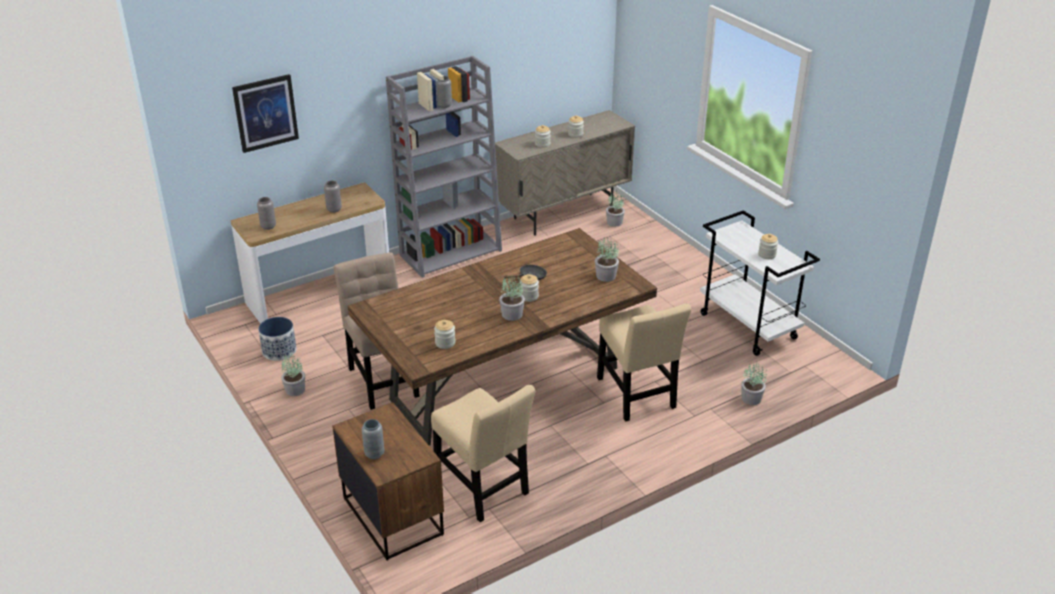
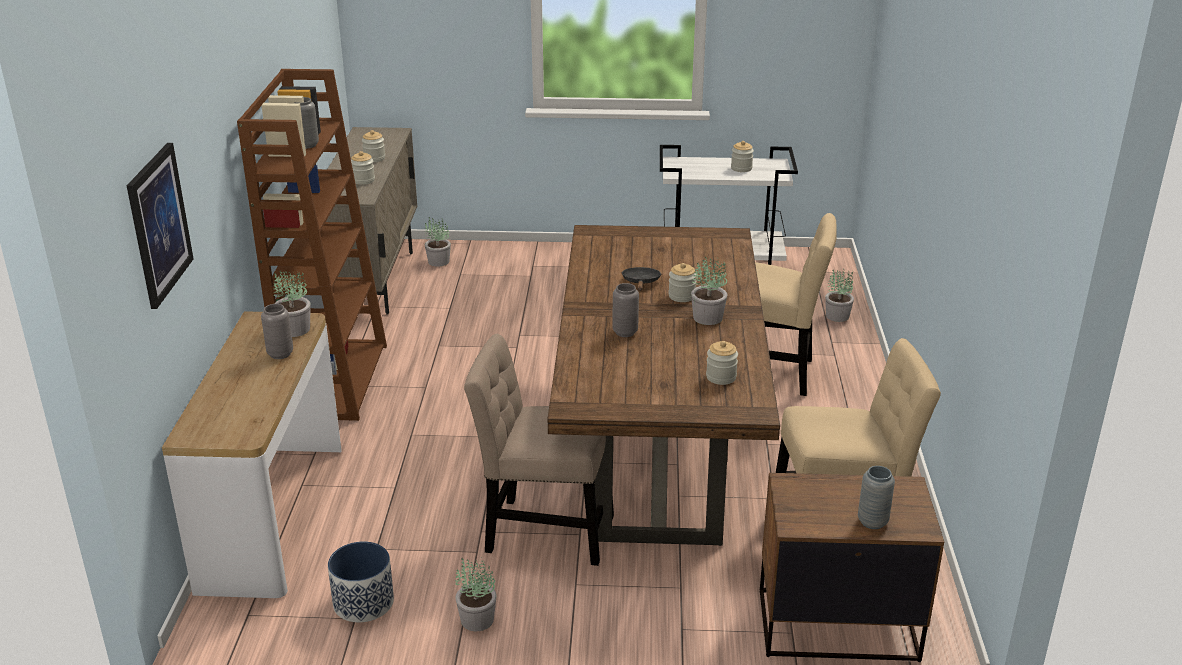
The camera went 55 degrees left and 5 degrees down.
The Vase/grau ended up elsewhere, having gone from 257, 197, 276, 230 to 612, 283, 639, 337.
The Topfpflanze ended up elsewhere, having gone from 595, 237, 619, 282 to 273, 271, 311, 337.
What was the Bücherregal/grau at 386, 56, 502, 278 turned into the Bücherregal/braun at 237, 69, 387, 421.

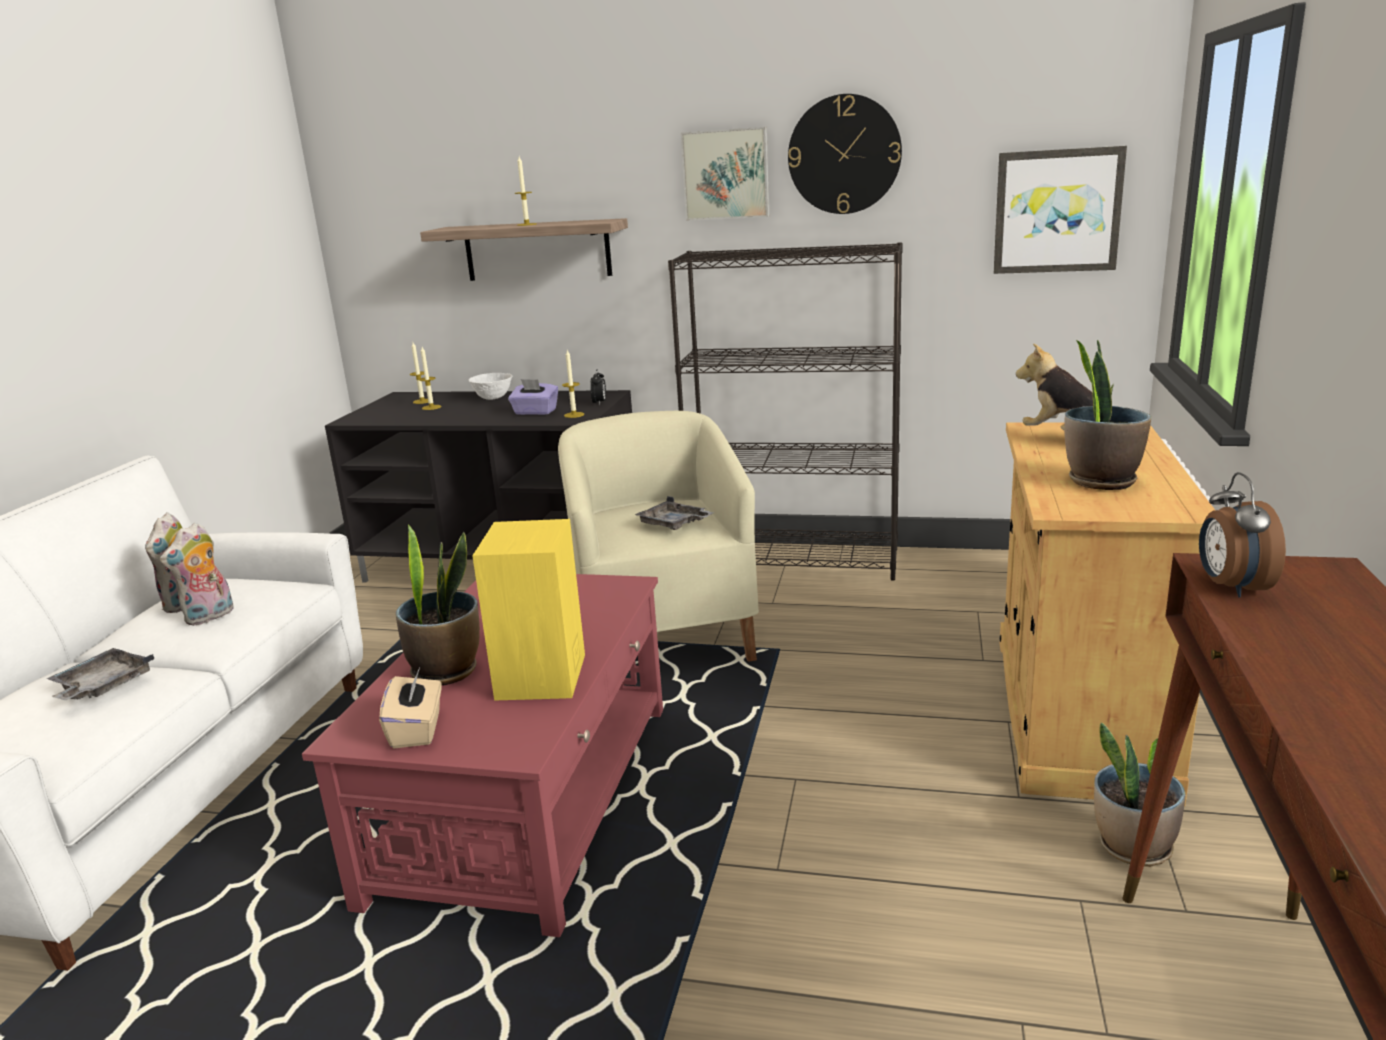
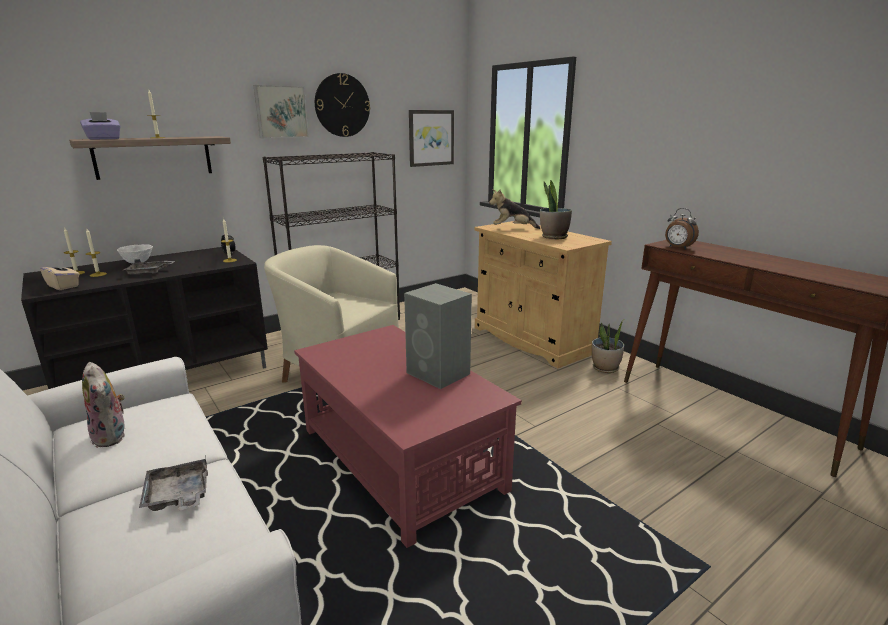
The camera went 50 degrees left and 0 degrees up.
The second view lost the Plüschtier at 160, 523, 234, 626.
The second view lost the Topfpflanze at 396, 525, 480, 686.
The Taschentuchbox/beige ended up elsewhere, having gone from 379, 668, 442, 748 to 40, 258, 79, 290.
The Taschentuchbox/lila ended up elsewhere, having gone from 508, 379, 558, 415 to 80, 112, 121, 140.
The Tablett/grau ended up elsewhere, having gone from 635, 496, 714, 530 to 123, 259, 175, 274.
What was the Lautsprecher/gelb at 472, 519, 585, 701 turned into the Lautsprecher/grau at 404, 283, 472, 389.

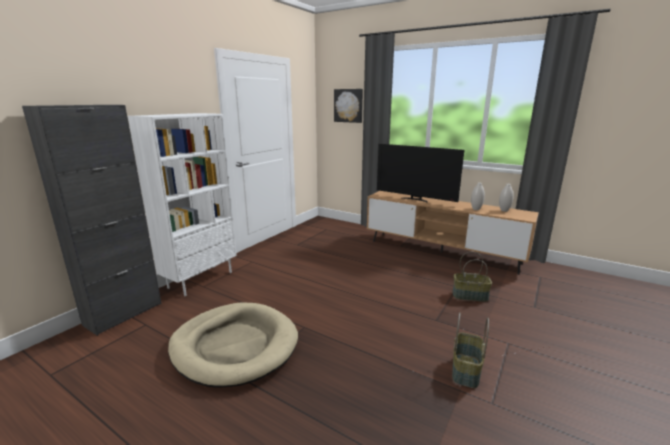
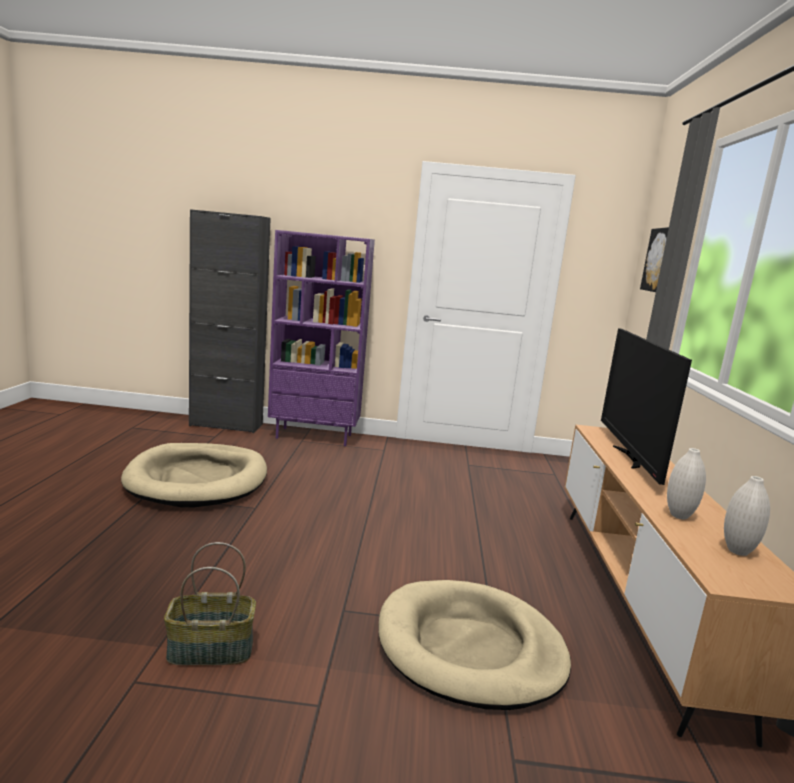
The camera went 60 degrees right and 5 degrees down.
Where the Korb stood at 452, 251, 492, 302, the Hundebett/beige came to stand at 379, 580, 571, 710.
What was the Bücherregal/weiß at 128, 113, 237, 296 turned into the Bücherregal/lila at 268, 230, 375, 446.

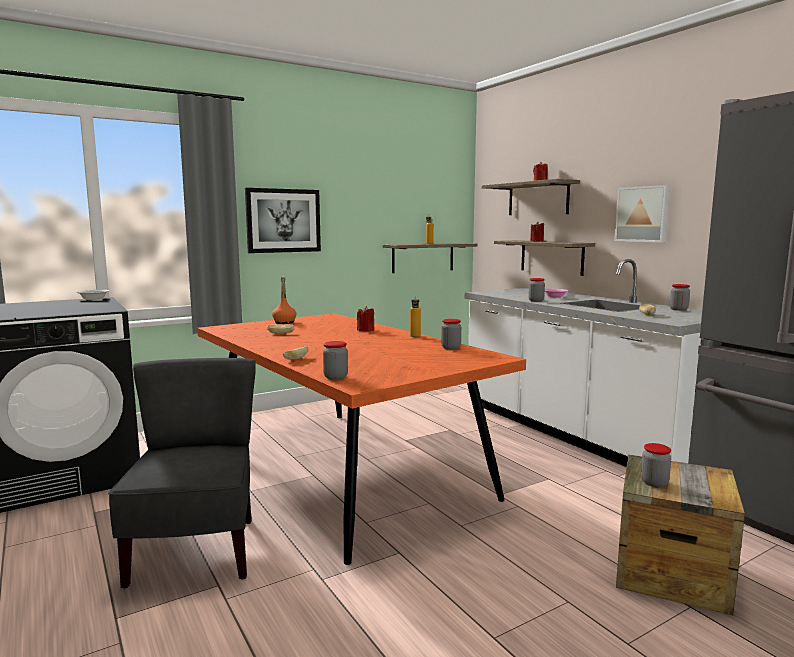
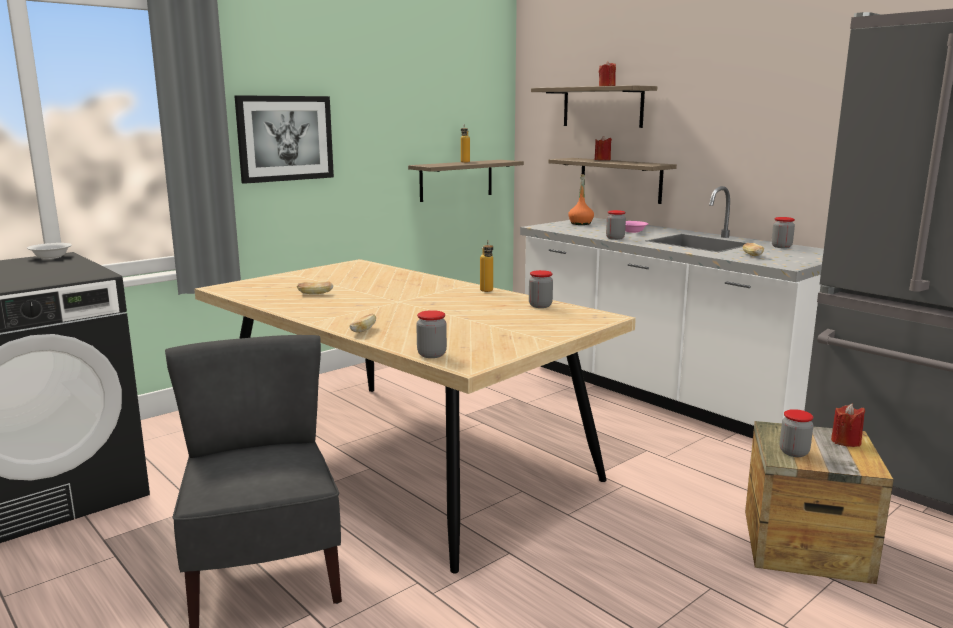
The camera went 10 degrees left and 5 degrees up.
The second view lost the Bild at 614, 185, 671, 242.
The Flasche/orange ended up elsewhere, having gone from 272, 277, 296, 324 to 568, 174, 594, 225.
The Kerze/rot ended up elsewhere, having gone from 357, 306, 374, 332 to 831, 404, 865, 447.
What was the Esstisch/orange at 197, 313, 526, 565 turned into the Esstisch/beige at 194, 259, 636, 573.

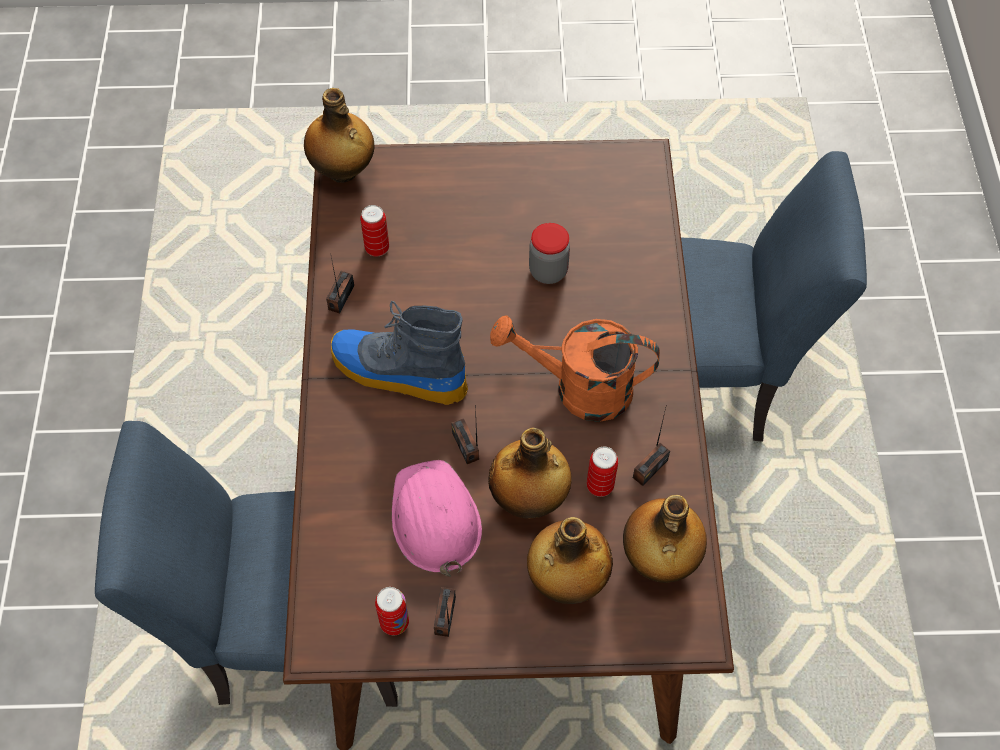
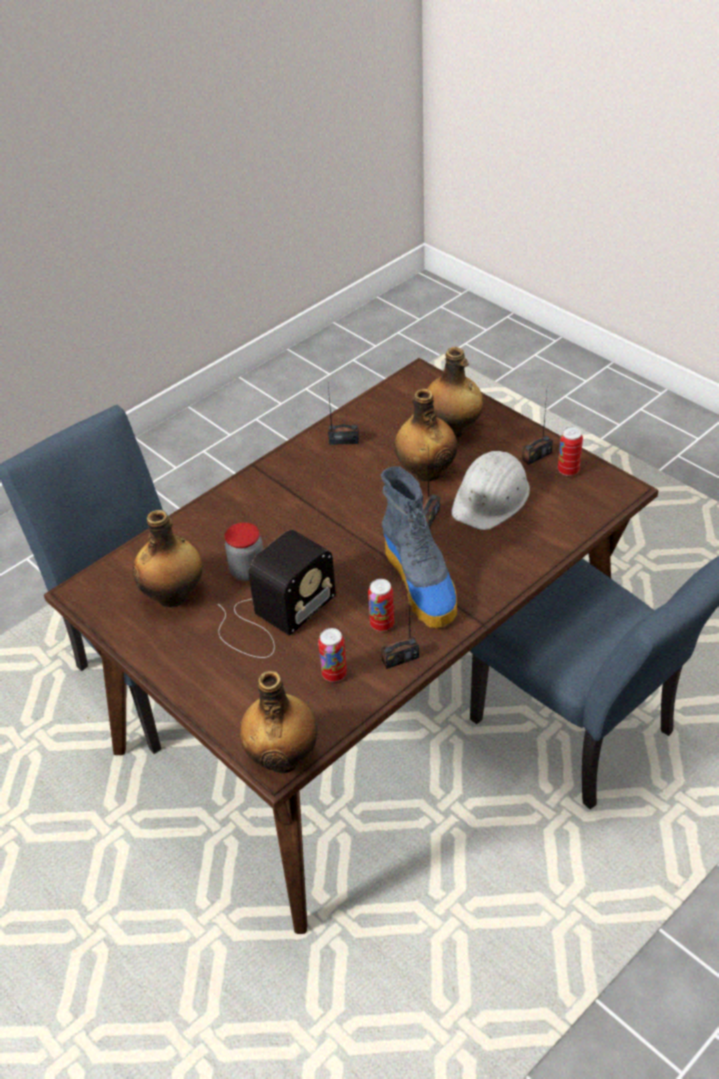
The camera went 130 degrees left and 15 degrees down.
The second view lost the Gießkanne/orange at 490, 315, 660, 422.
The second view gained the Radio at 218, 530, 336, 658.
The Dose ended up elsewhere, having gone from 587, 447, 618, 497 to 368, 579, 394, 631.
The Flasche ended up elsewhere, having gone from 623, 495, 707, 583 to 133, 510, 203, 607.
What was the Schutzhelm/rosa at 392, 460, 482, 577 turned into the Schutzhelm/weiß at 451, 451, 530, 530.

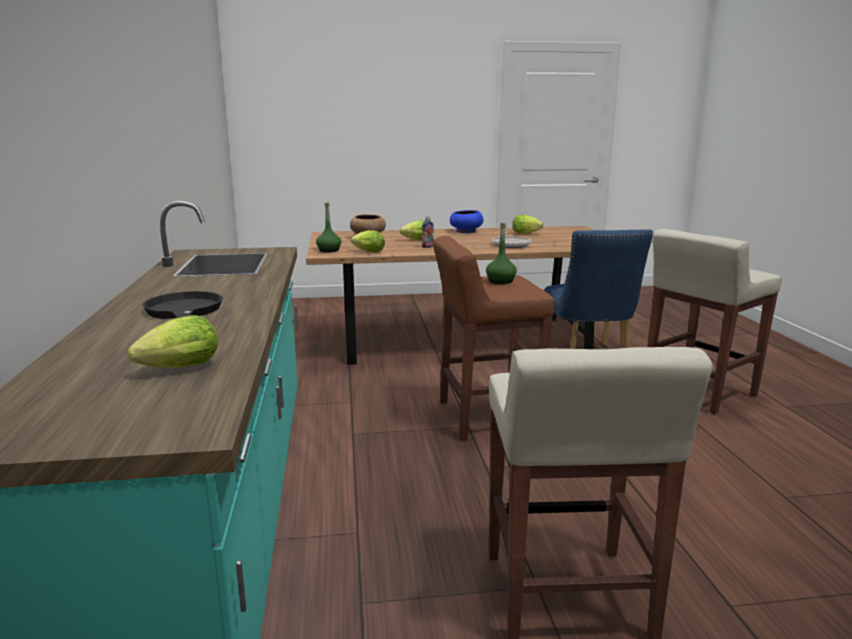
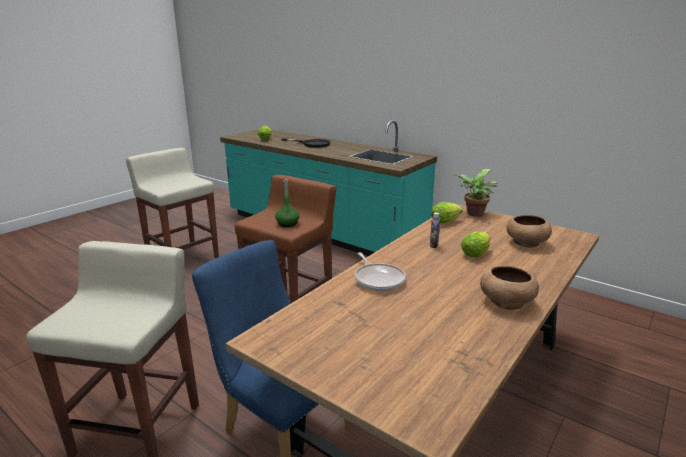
The camera went 135 degrees right and 5 degrees up.
The second view lost the Salatkopf at 512, 215, 543, 234.
Where the Flasche/grün stood at 316, 202, 341, 252, the Topfpflanze came to stand at 455, 169, 497, 217.
What was the Schüssel/blau at 450, 210, 484, 233 turned into the Schüssel/braun at 480, 265, 539, 310.

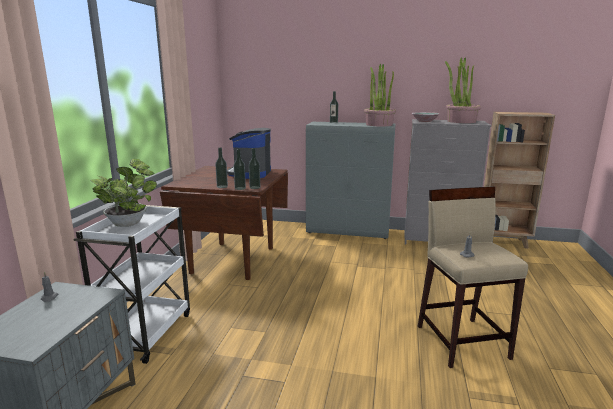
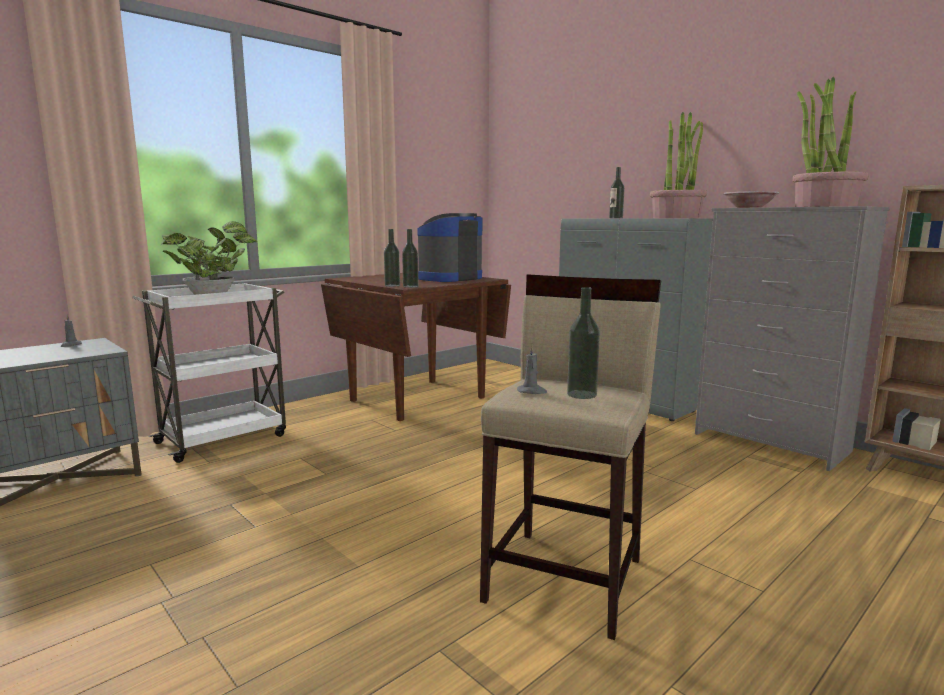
The camera went 35 degrees right and 5 degrees down.
The Flasche ended up elsewhere, having gone from 215, 147, 228, 188 to 567, 287, 600, 399.

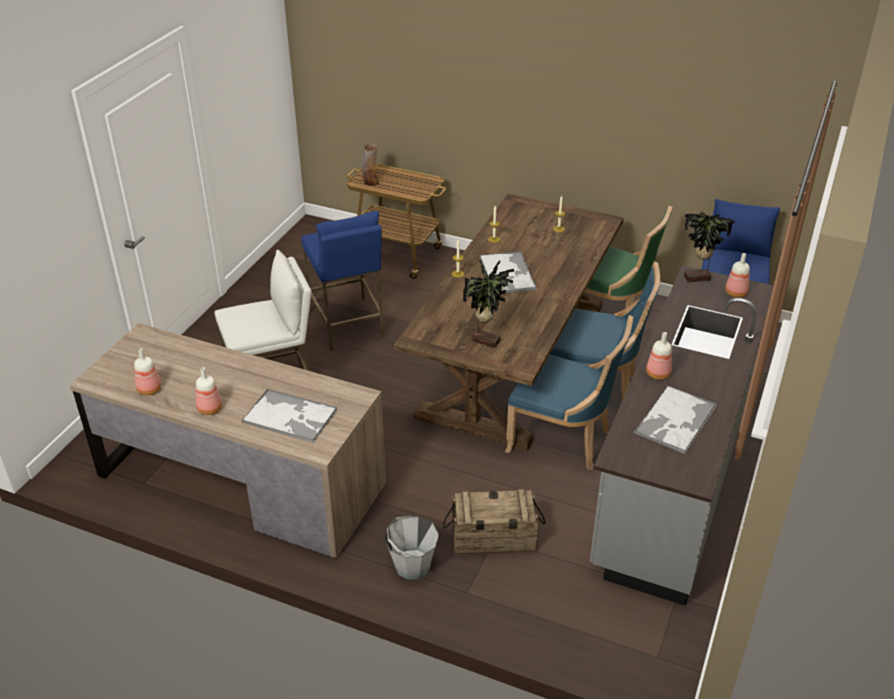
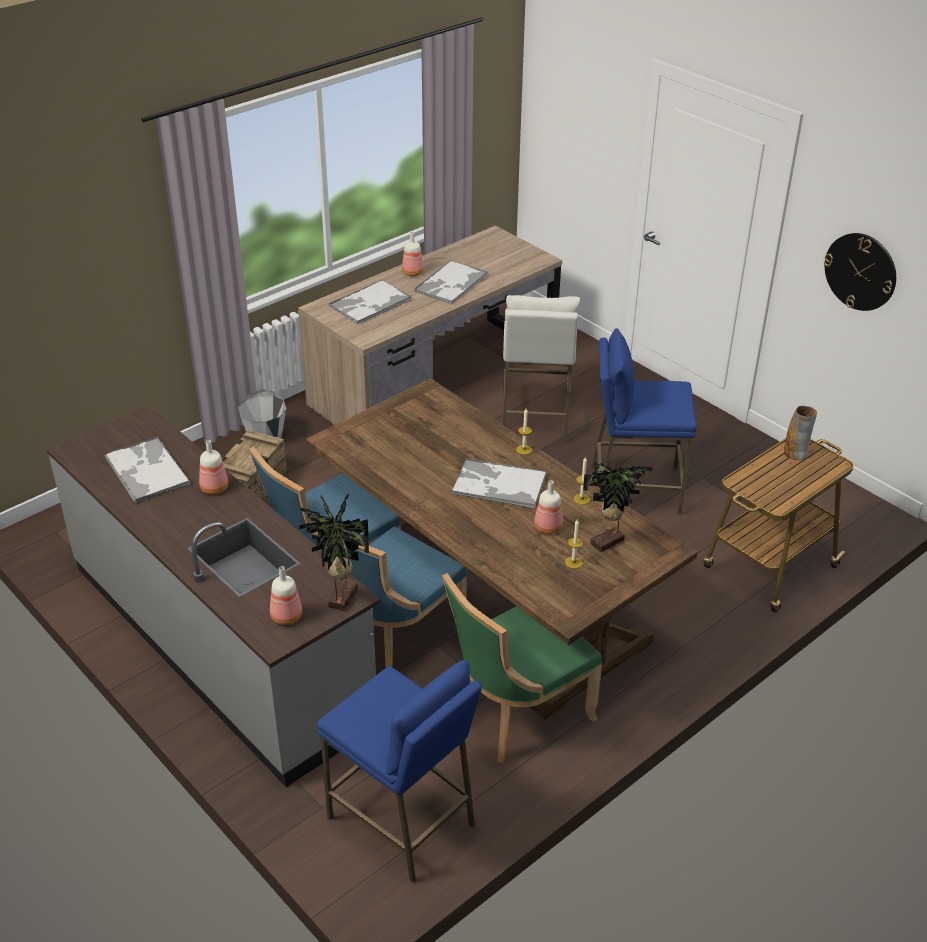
The camera went 115 degrees right and 0 degrees up.
The second view gained the Tablett at 414, 260, 488, 304.
The second view gained the Wanduhr at 824, 233, 896, 311.
The Flasche ended up elsewhere, having gone from 134, 348, 161, 395 to 534, 481, 563, 534.
The Topfpflanze ended up elsewhere, having gone from 463, 260, 514, 348 to 583, 462, 652, 552.

